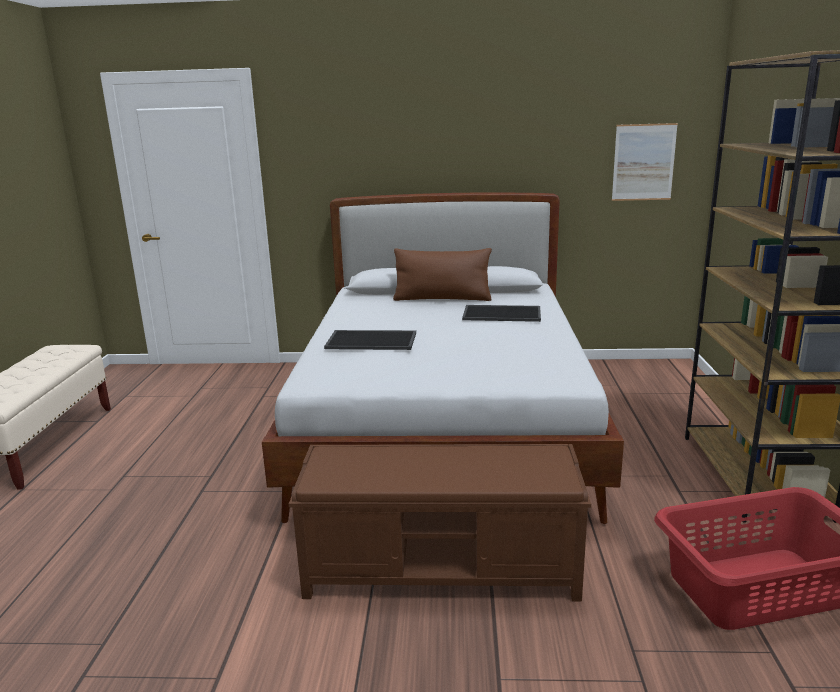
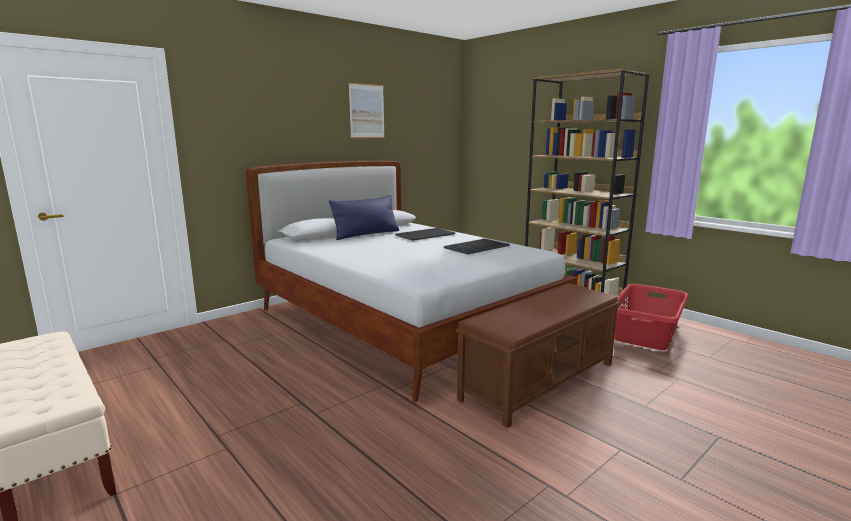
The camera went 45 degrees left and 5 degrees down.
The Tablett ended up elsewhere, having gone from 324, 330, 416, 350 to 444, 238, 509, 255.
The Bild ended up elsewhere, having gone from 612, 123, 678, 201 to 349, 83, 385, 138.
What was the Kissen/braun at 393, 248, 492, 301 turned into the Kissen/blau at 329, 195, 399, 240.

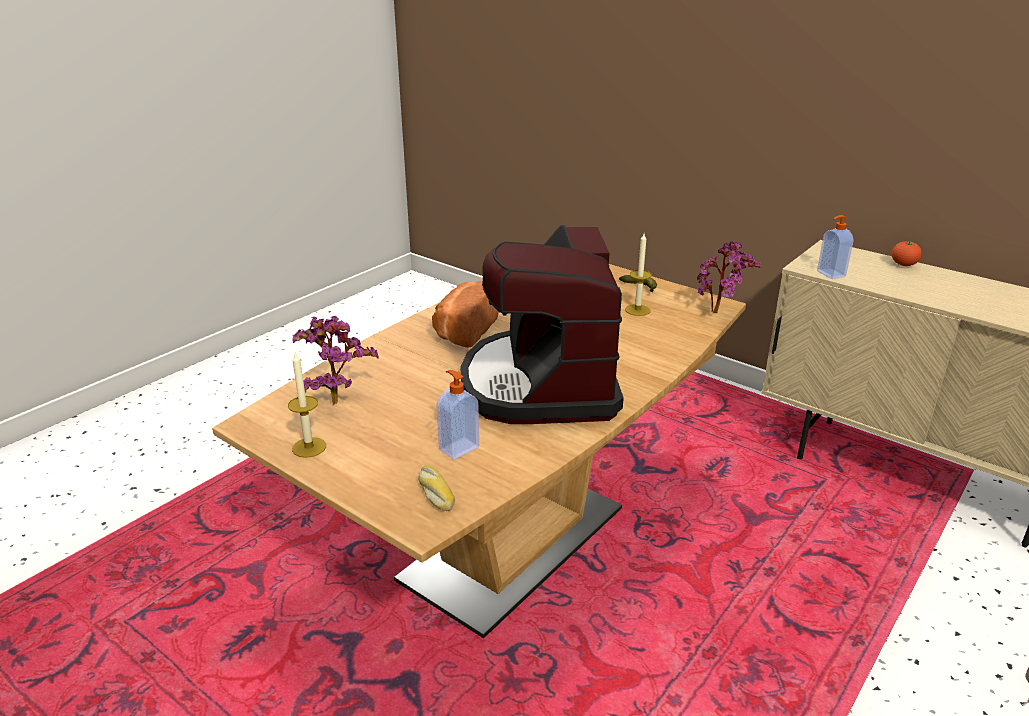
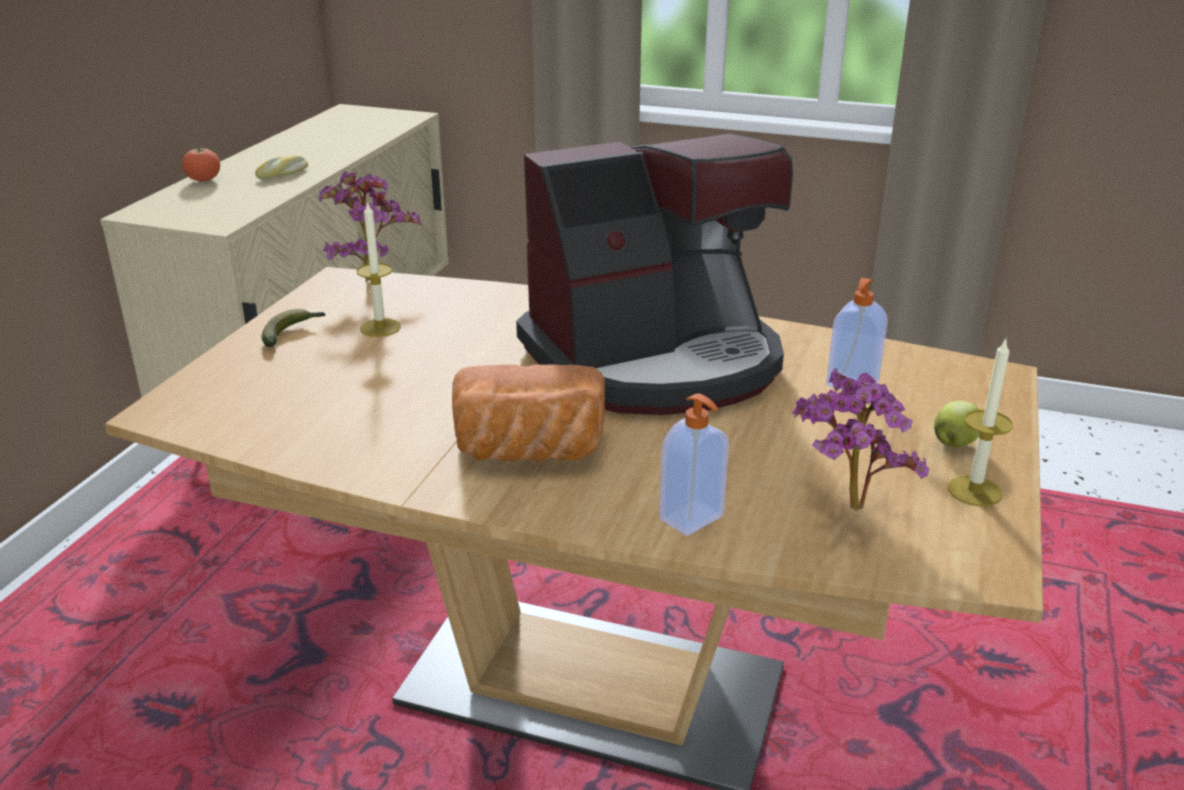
The camera went 110 degrees left and 0 degrees up.
The second view gained the Apfel at 934, 401, 979, 447.
The Brot ended up elsewhere, having gone from 418, 465, 455, 511 to 255, 155, 308, 179.
The Seifenspender ended up elsewhere, having gone from 817, 215, 853, 279 to 659, 394, 729, 536.

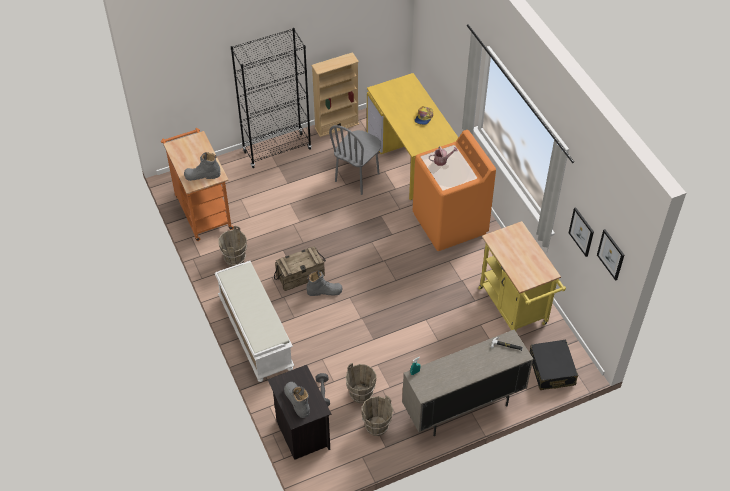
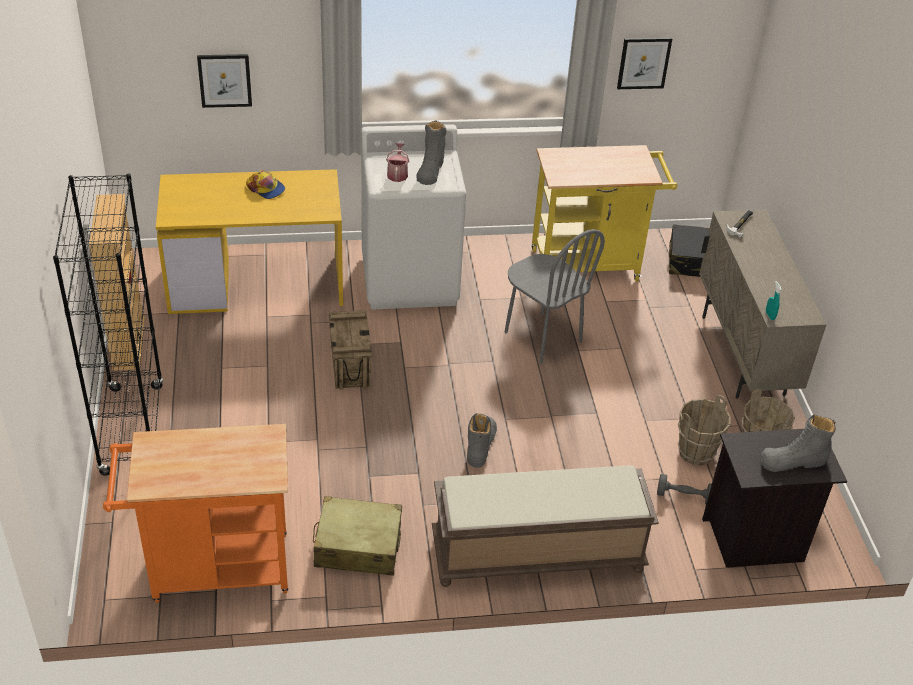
The camera went 75 degrees left and 10 degrees down.
The Stiefel/grau ended up elsewhere, having gone from 184, 152, 220, 181 to 416, 120, 447, 185.
The Kiste ended up elsewhere, having gone from 274, 246, 326, 291 to 329, 310, 372, 390.
The Stuhl/grau ended up elsewhere, having gone from 329, 125, 381, 195 to 504, 229, 605, 364.
The Bild ended up elsewhere, having gone from 597, 229, 624, 281 to 197, 54, 252, 108.
Where the Eimer/braun stood at 218, 226, 247, 266, the Koffer/beige came to stand at 313, 496, 402, 576.
What was the Bank/weiß at 215, 261, 295, 382 turned into the Bank/braun at 432, 465, 659, 587.
What was the Waschmaschine/orange at 413, 130, 496, 251 turned into the Waschmaschine/weiß at 361, 124, 466, 309.

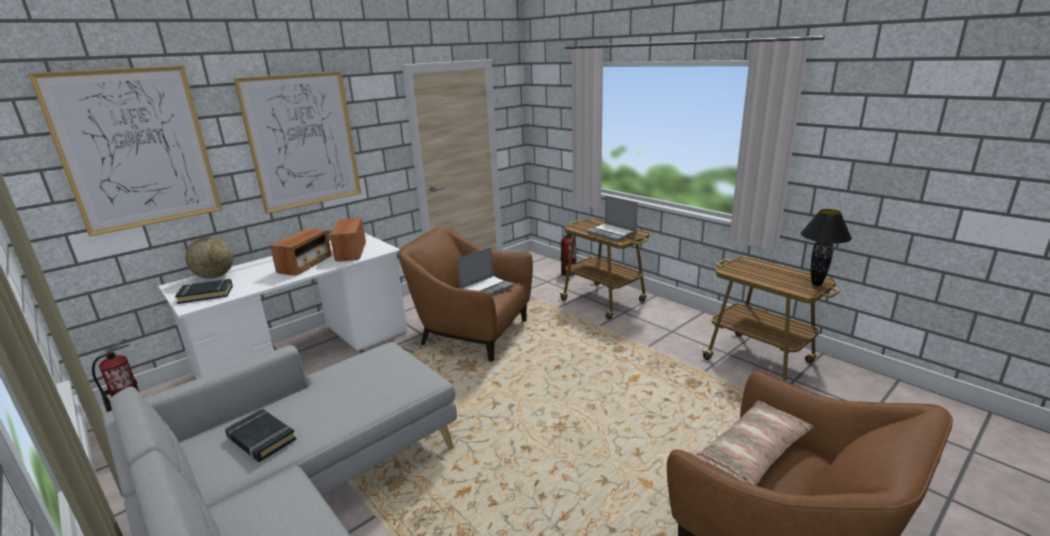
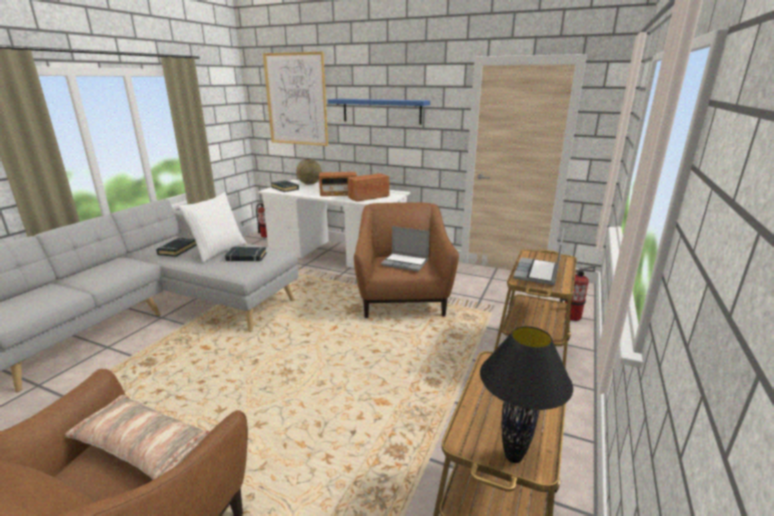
The camera went 65 degrees right and 0 degrees up.
The second view gained the Kissen/weiß at 178, 192, 247, 262.
The second view gained the Buch/schwarz at 225, 247, 267, 262.
Where the Bild hung at 233, 71, 361, 214, the Wandregal/blau came to hang at 328, 99, 430, 125.

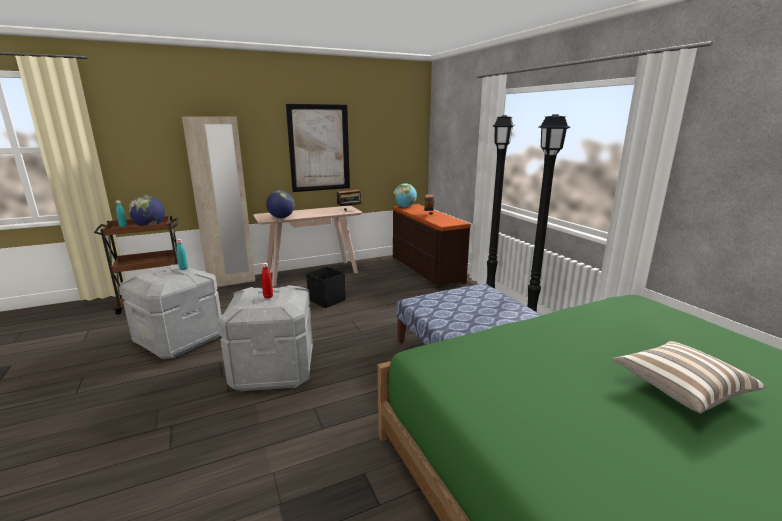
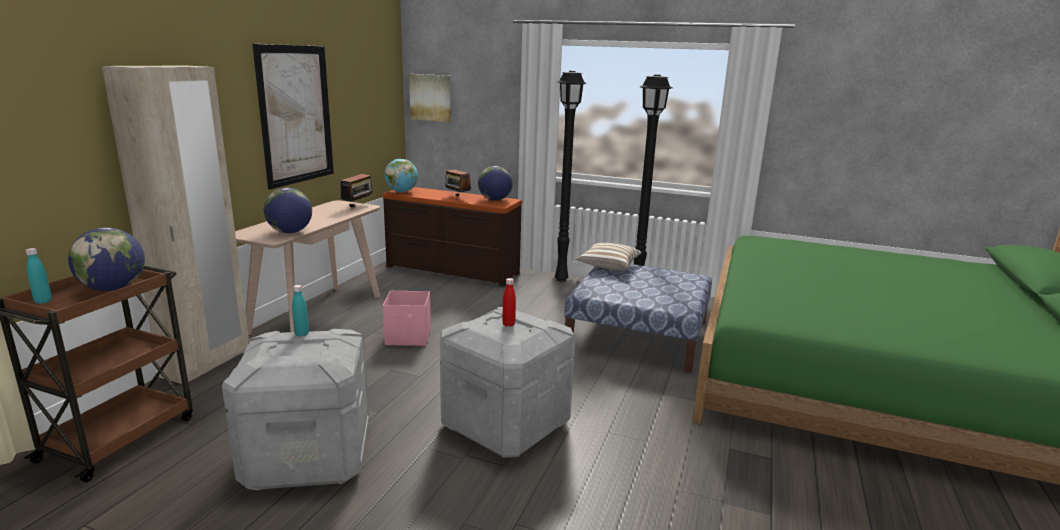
The camera went 45 degrees left and 0 degrees up.
The second view gained the Bild at 409, 74, 451, 122.
The second view gained the Globus at 478, 166, 512, 201.
The Kissen ended up elsewhere, having gone from 612, 341, 765, 414 to 576, 243, 641, 271.
What was the Aufbewahrungsbox/schwarz at 306, 267, 346, 308 turned into the Aufbewahrungsbox/rosa at 383, 291, 431, 346.

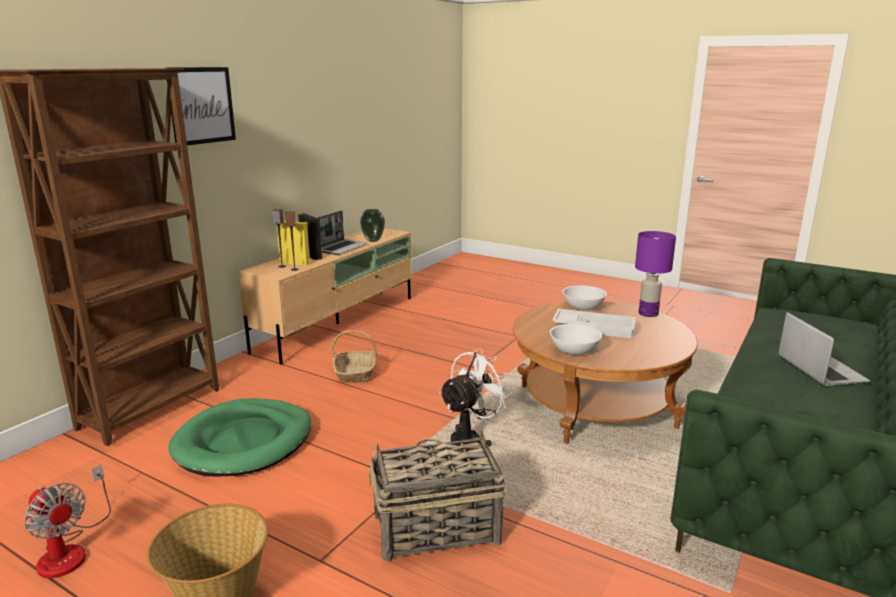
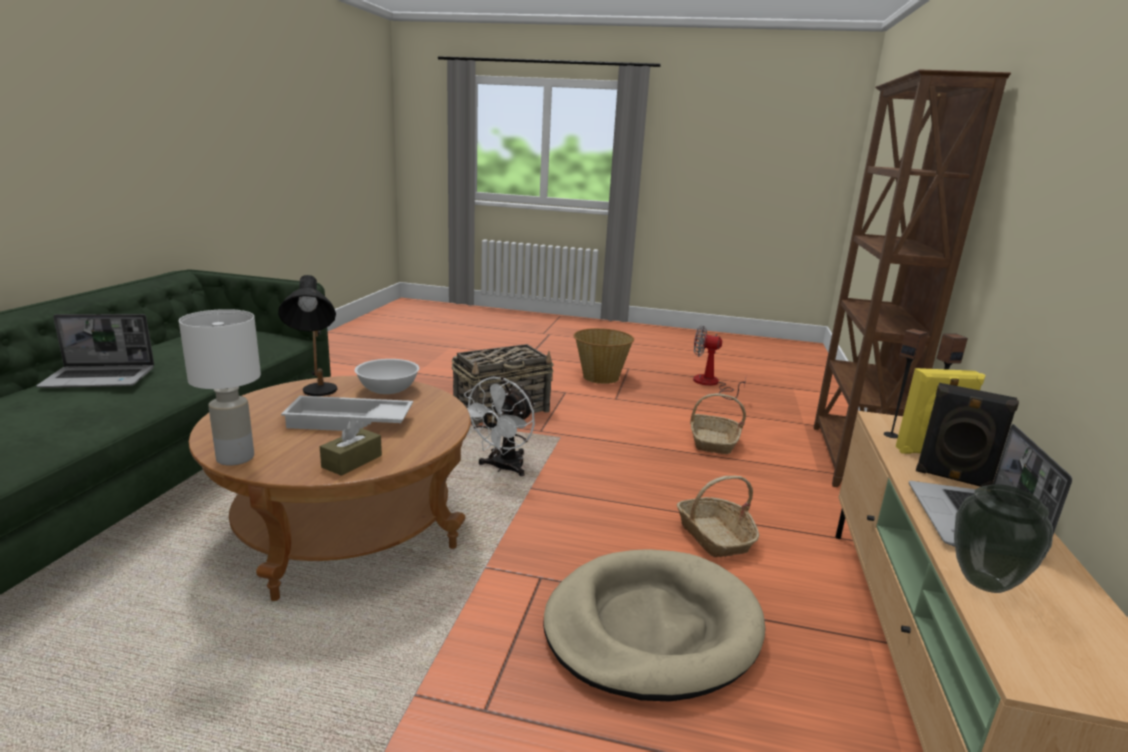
The camera went 160 degrees right and 0 degrees up.
The second view lost the Bild at 167, 67, 236, 146.
The second view gained the Tischlampe/schwarz at 278, 275, 337, 396.
The second view gained the Hundebett/beige at 543, 549, 765, 702.
Where the Hundebett/grün stood at 168, 398, 311, 477, the Korb came to stand at 690, 393, 746, 454.
Where the Schüssel/weiß stood at 562, 285, 607, 310, the Taschentuchbox/braun came to stand at 320, 420, 382, 476.
What was the Tischlampe/lila at 635, 231, 676, 317 turned into the Tischlampe/weiß at 179, 309, 261, 466.
The Laptop at 778, 312, 870, 387 ended up facing another way, 75 degrees counterclockwise from before.

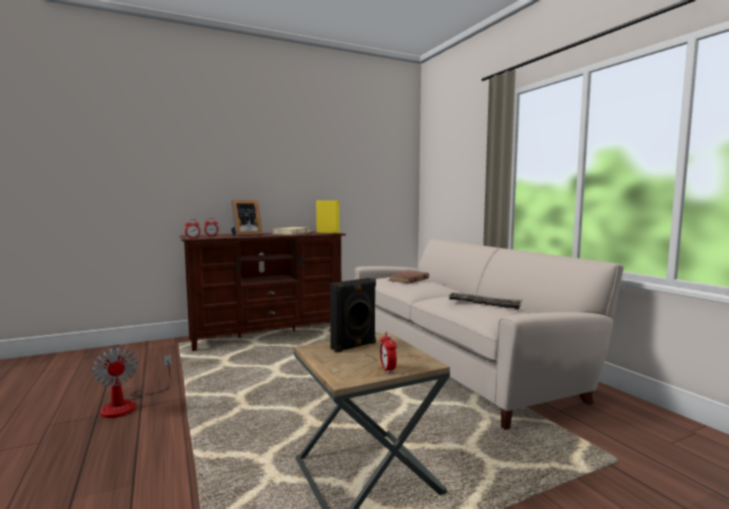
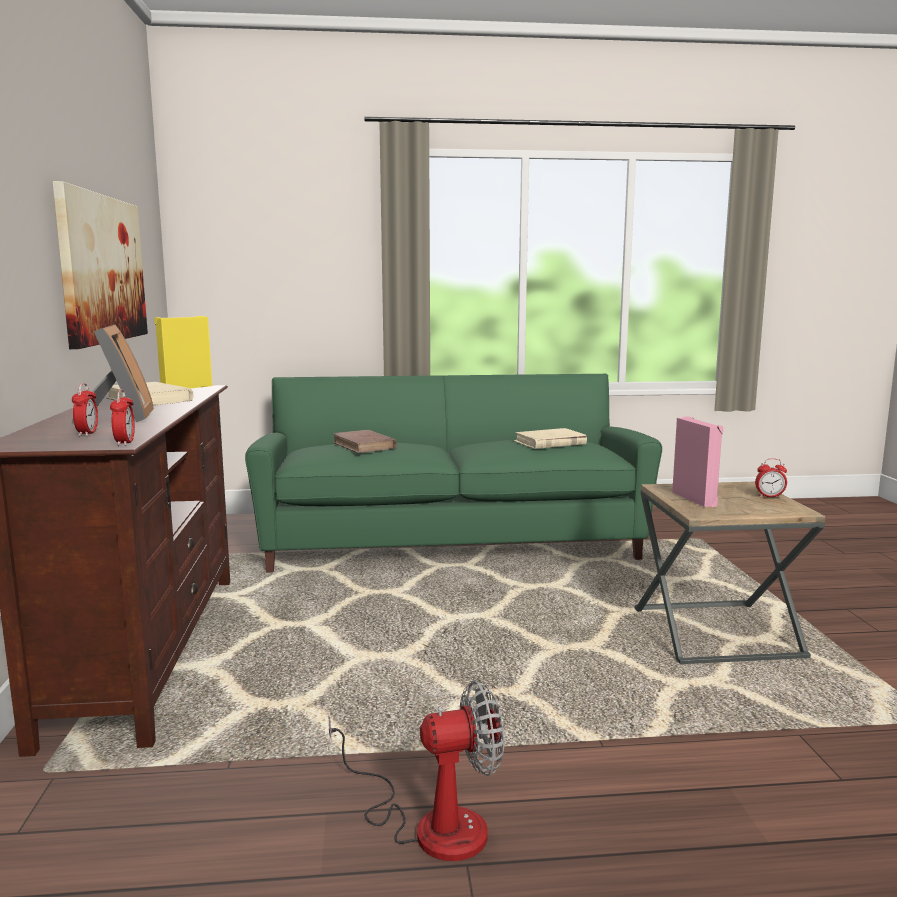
The camera went 70 degrees left and 5 degrees up.
The second view gained the Bild at 52, 181, 148, 349.
Where the Tablett stood at 448, 293, 523, 310, the Buch/beige came to stand at 514, 428, 587, 449.
What was the Lautsprecher/schwarz at 330, 278, 376, 353 turned into the Lautsprecher/rosa at 672, 416, 723, 507.
What was the Sofa/beige at 353, 239, 624, 430 turned into the Sofa/grün at 245, 374, 662, 573.

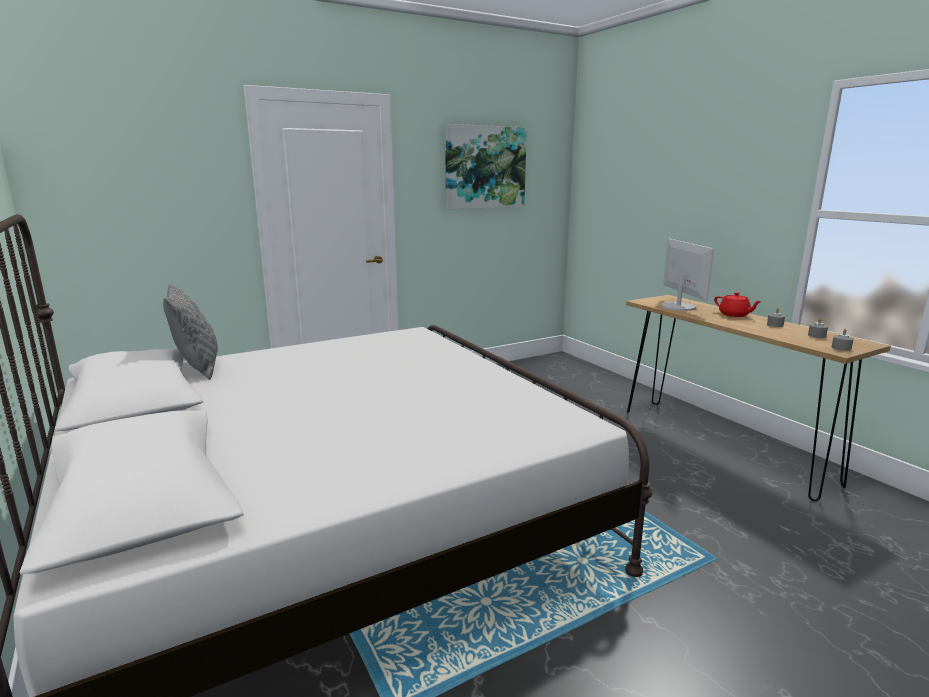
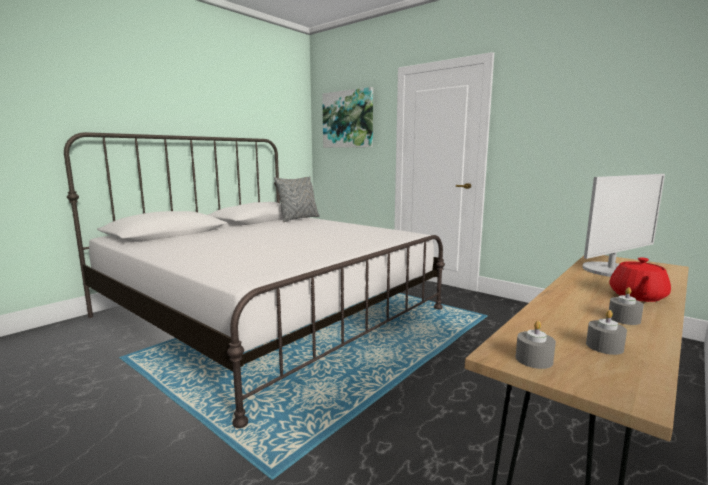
The camera went 70 degrees right and 5 degrees down.
The Bild ended up elsewhere, having gone from 445, 124, 527, 209 to 322, 87, 373, 148.

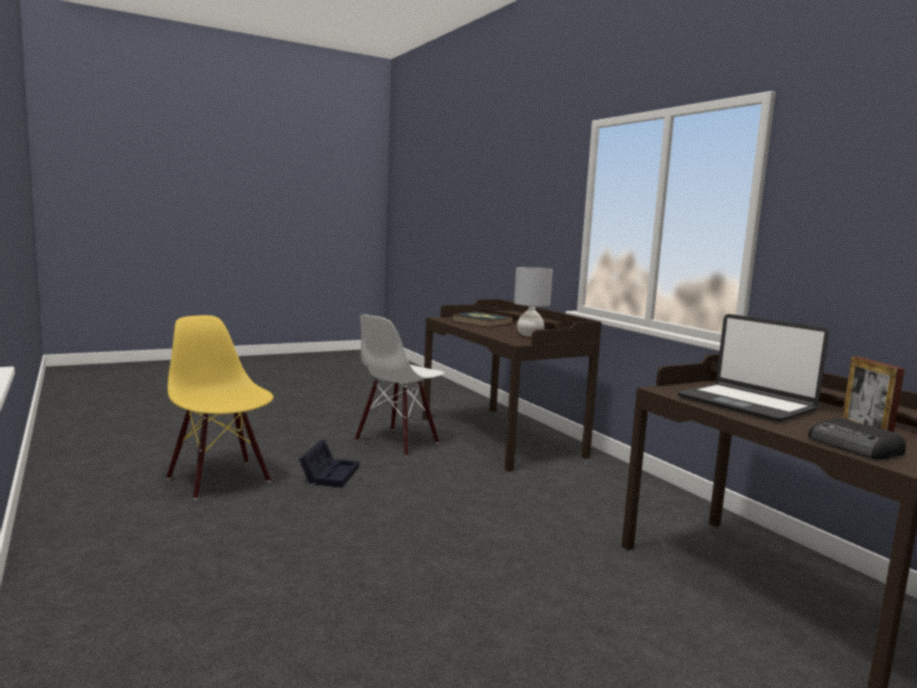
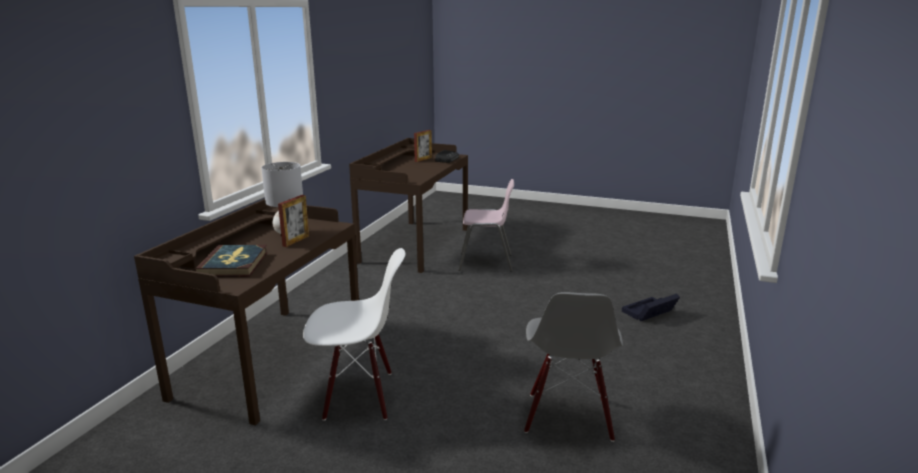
The camera went 130 degrees left and 10 degrees up.
The second view lost the Laptop at 678, 314, 829, 422.
The second view gained the Bilderrahmen at 278, 195, 309, 247.
The second view gained the Stuhl/rosa at 458, 179, 514, 271.
The Aufbewahrungsbox/schwarz ended up elsewhere, having gone from 299, 439, 359, 488 to 622, 293, 680, 321.
What was the Stuhl/gelb at 166, 315, 274, 500 turned into the Stuhl/grau at 524, 292, 623, 442.

